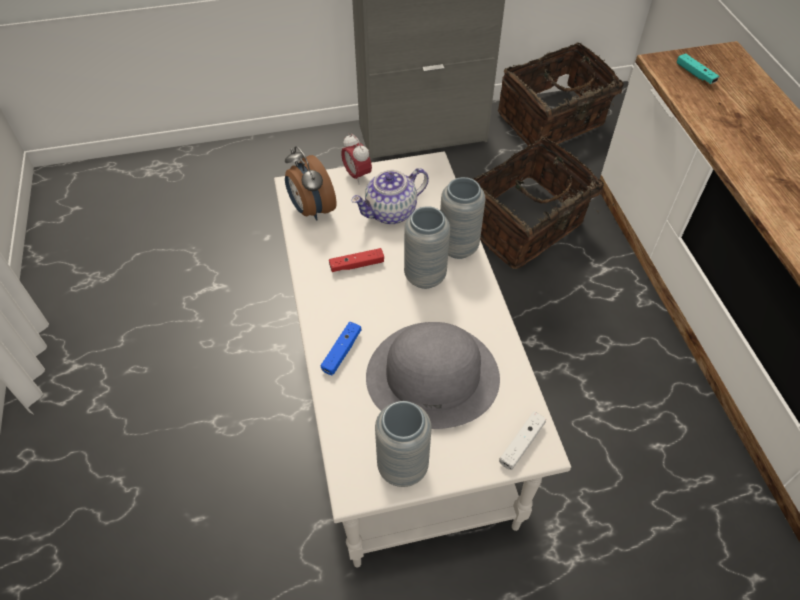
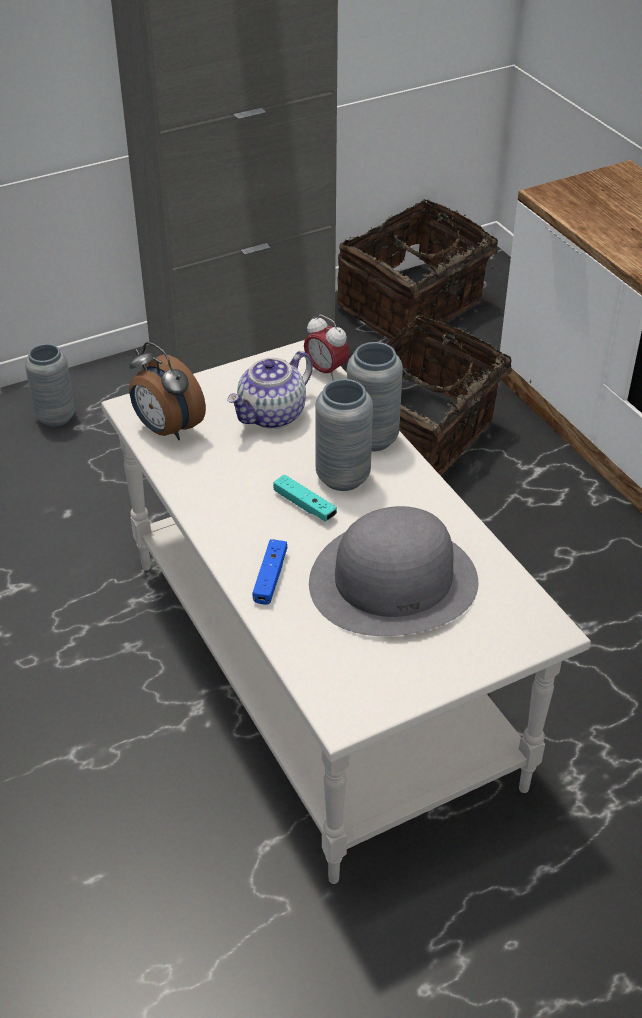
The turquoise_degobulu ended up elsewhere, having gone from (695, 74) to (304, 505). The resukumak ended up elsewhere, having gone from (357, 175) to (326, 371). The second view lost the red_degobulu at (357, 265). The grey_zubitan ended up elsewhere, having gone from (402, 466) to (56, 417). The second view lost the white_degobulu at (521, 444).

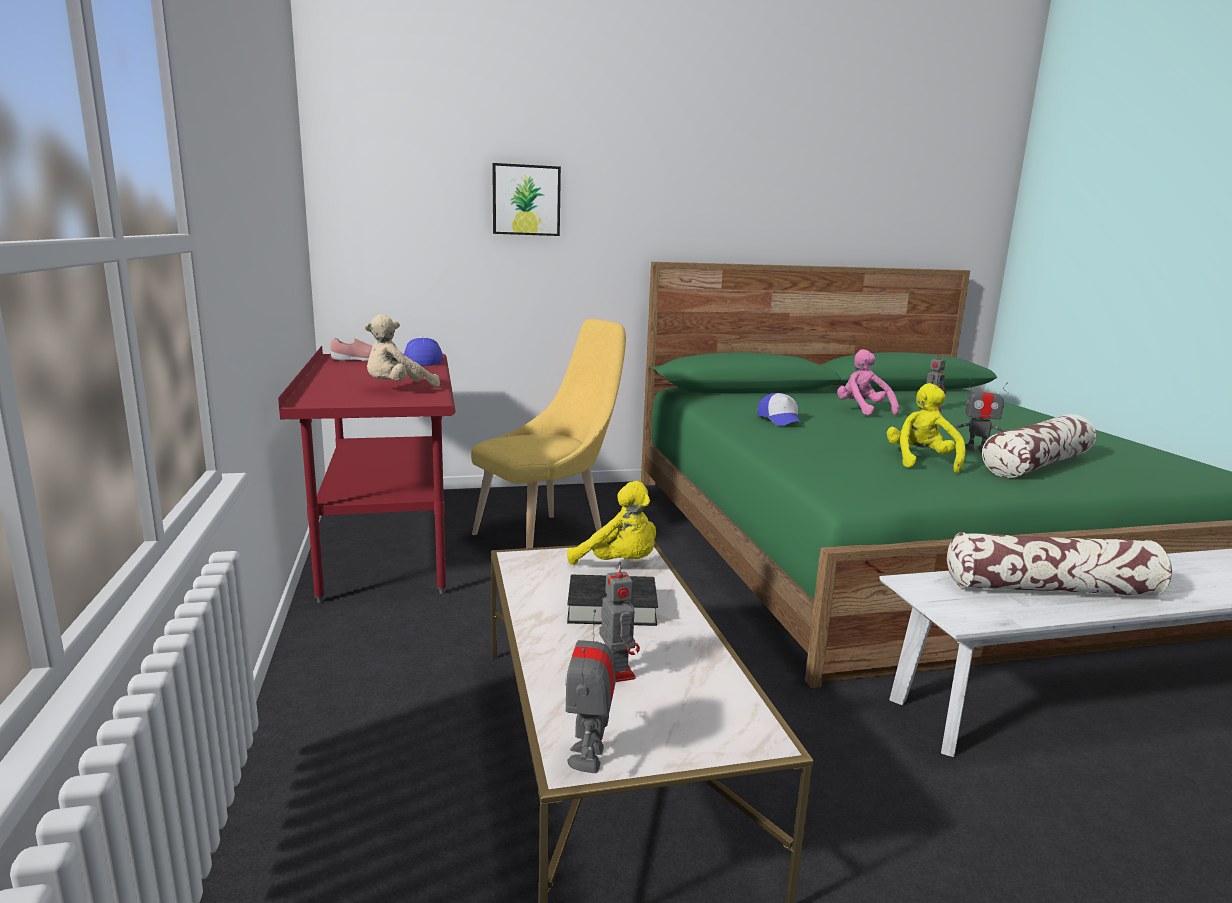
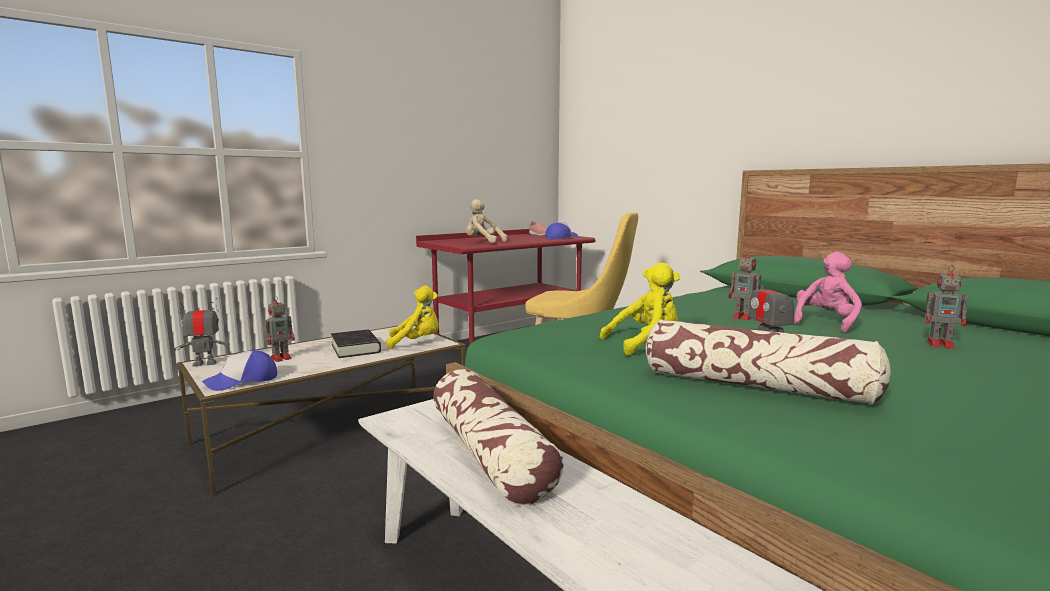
The second view lost the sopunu at (526, 200). The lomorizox ended up elsewhere, having gone from (781, 420) to (242, 381). The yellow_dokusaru at (619, 564) ended up facing another way, 105 degrees counterclockwise from before. The second view gained the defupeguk at (744, 317).

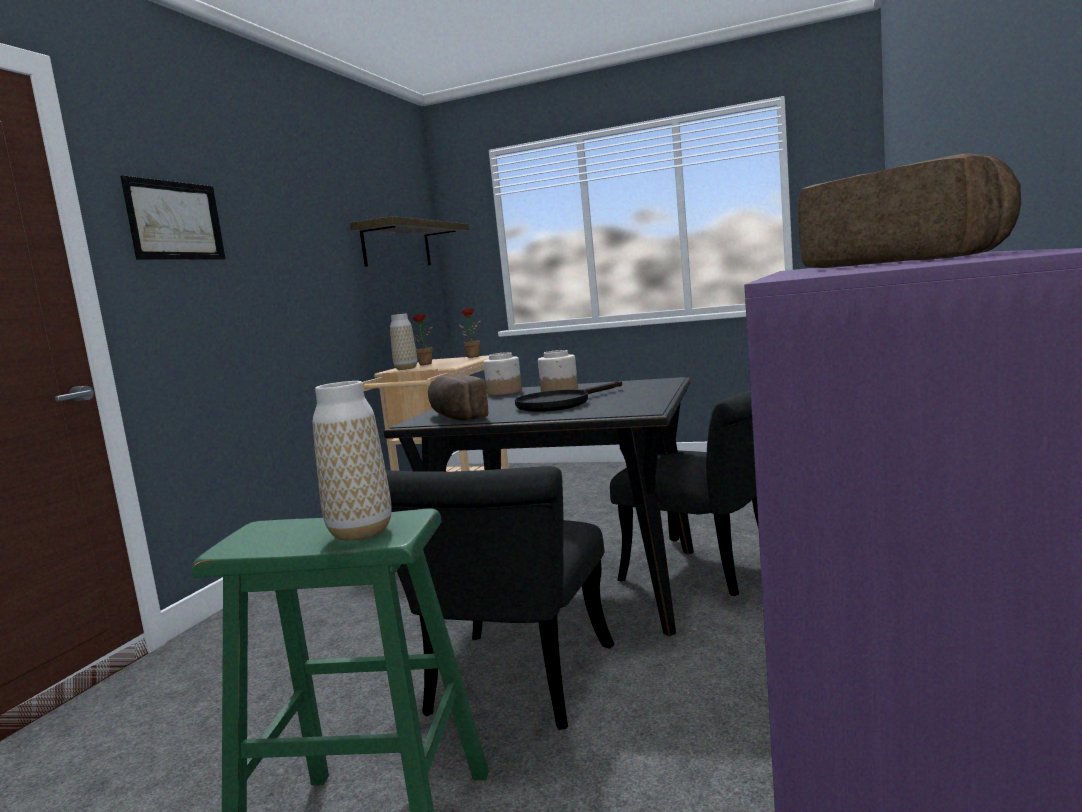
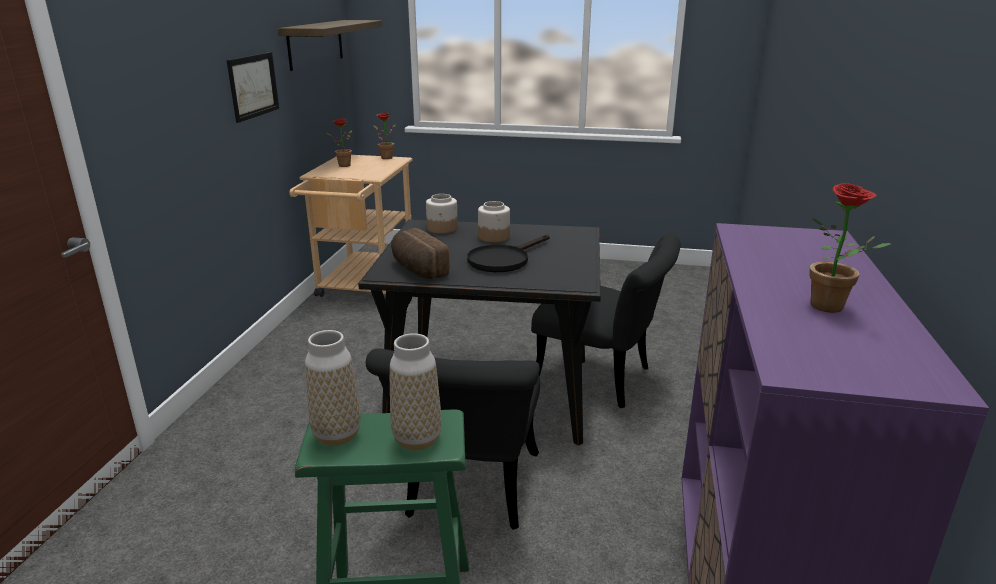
Where the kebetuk stood at (906, 261), the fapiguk came to stand at (833, 308). The sopunu ended up elsewhere, having gone from (175, 221) to (253, 86). The zubitan ended up elsewhere, having gone from (406, 368) to (337, 435).

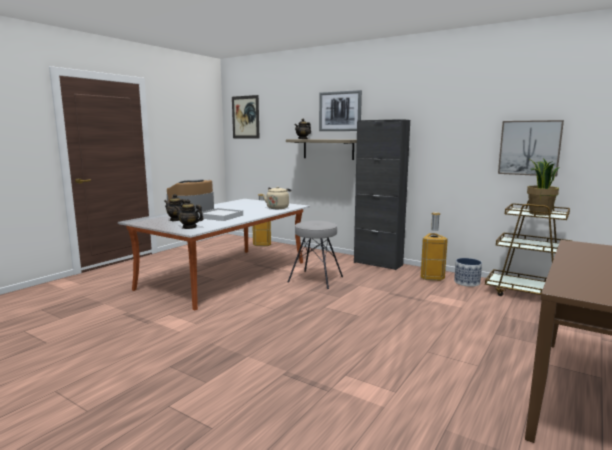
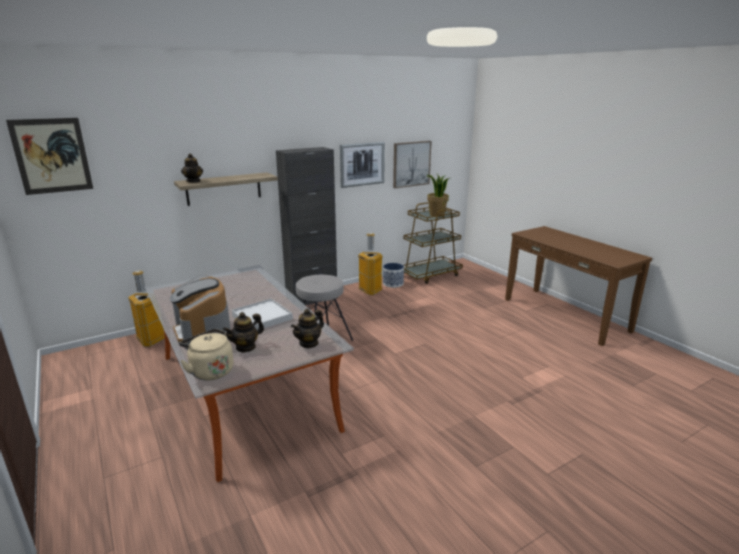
The sopunu ended up elsewhere, having gone from (340, 111) to (362, 164). The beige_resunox ended up elsewhere, having gone from (278, 208) to (210, 371).

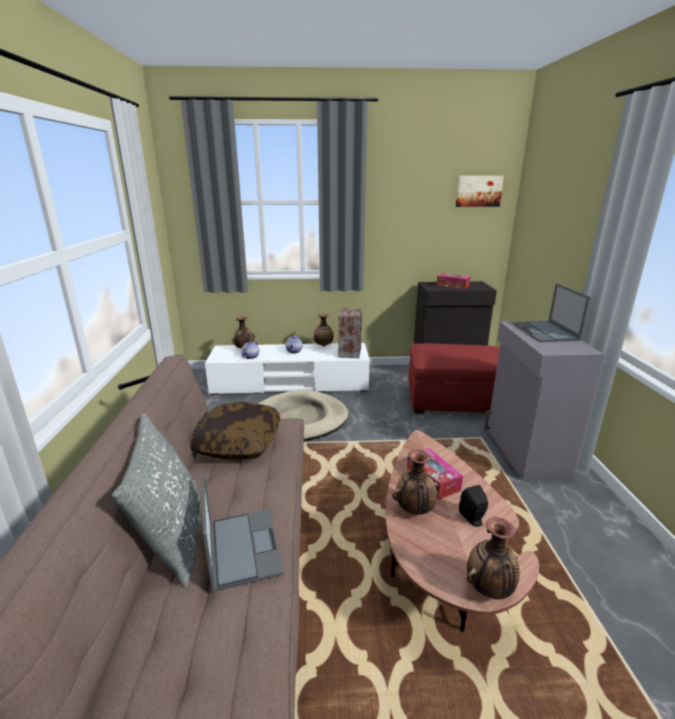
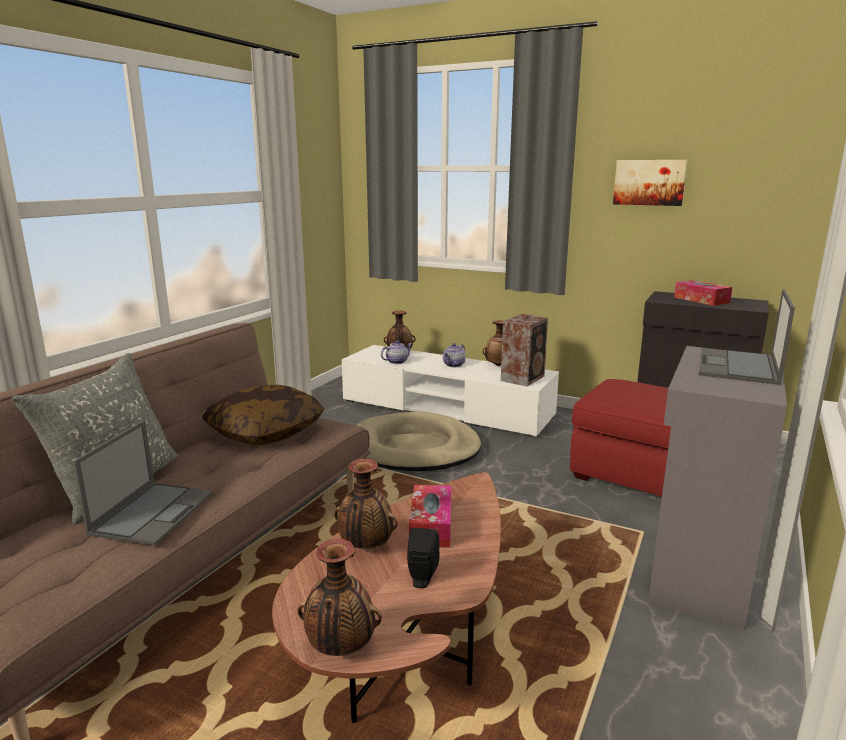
The sopunu ended up elsewhere, having gone from (478, 191) to (649, 182).

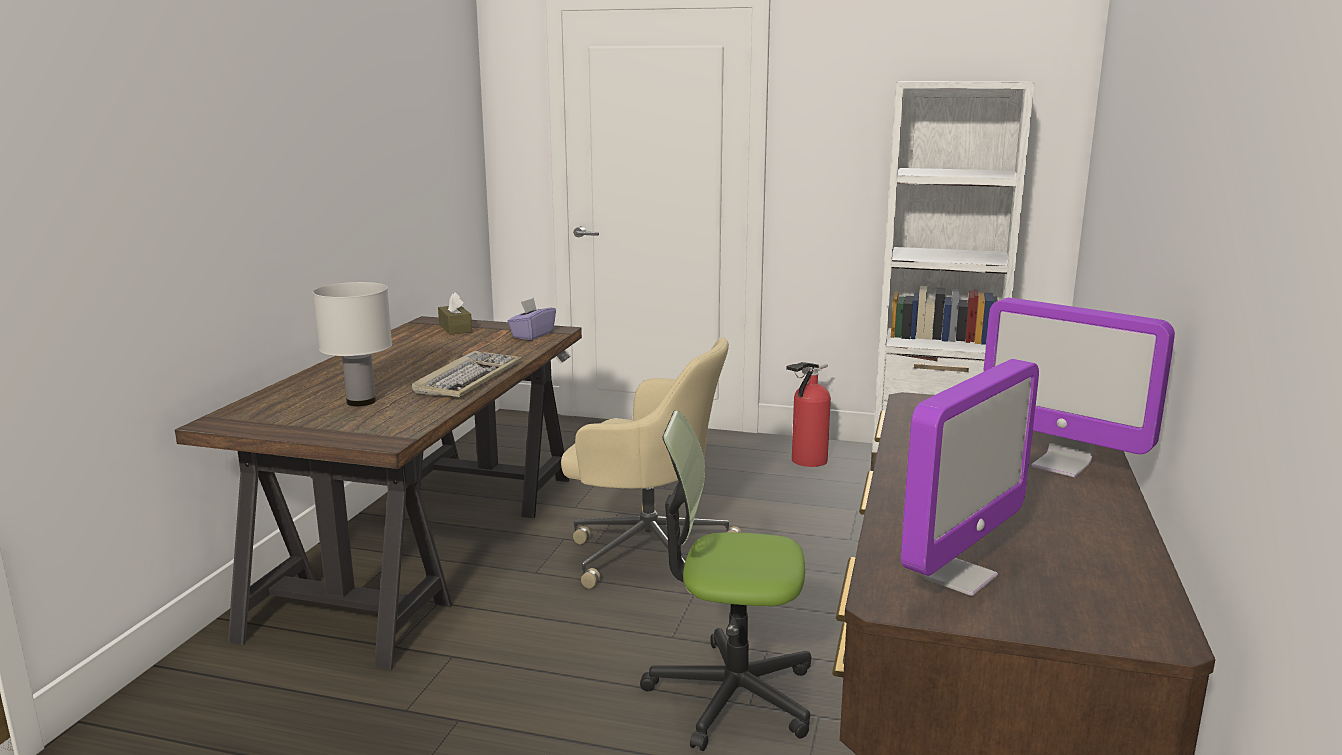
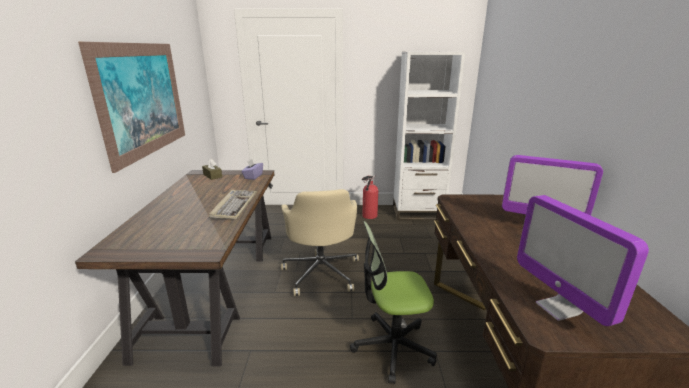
The second view lost the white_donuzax at (362, 401). The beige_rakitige at (647, 552) ended up facing another way, 75 degrees clockwise from before. The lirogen at (956, 576) ended up facing another way, 135 degrees clockwise from before. The second view gained the sopunu at (143, 99).

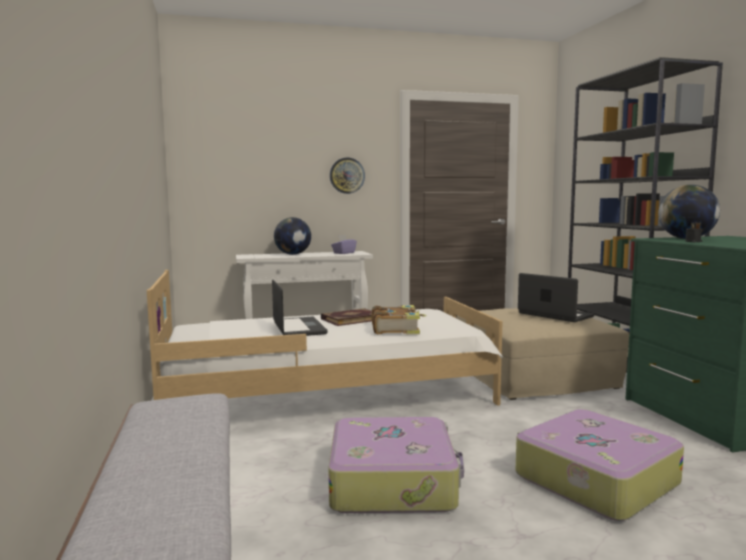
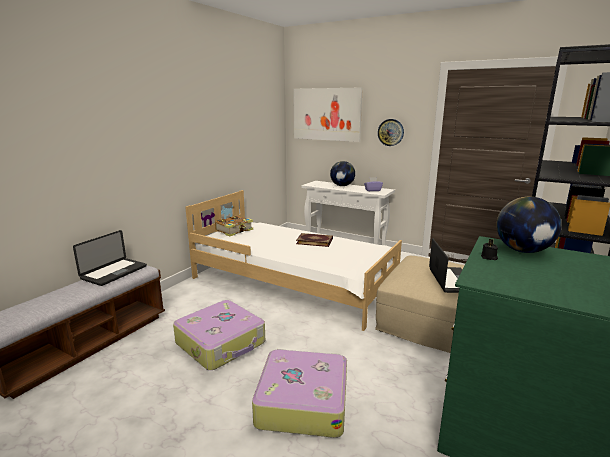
The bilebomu ended up elsewhere, having gone from (299, 328) to (114, 272). The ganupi ended up elsewhere, having gone from (396, 329) to (235, 230). The second view gained the sopunu at (326, 114).

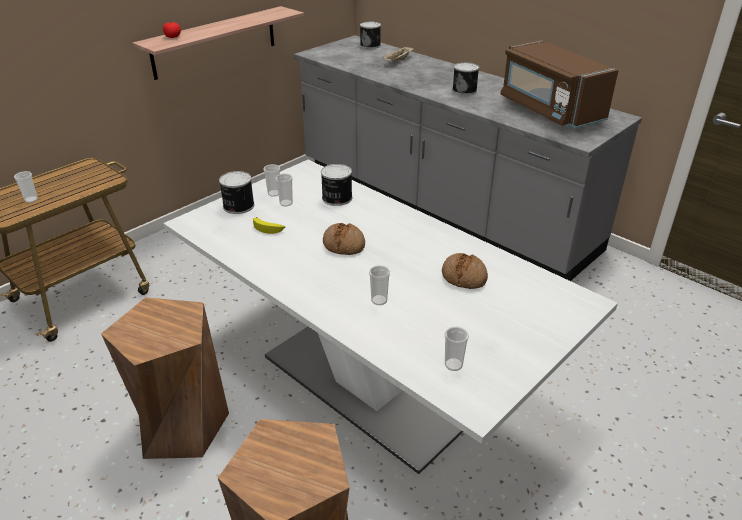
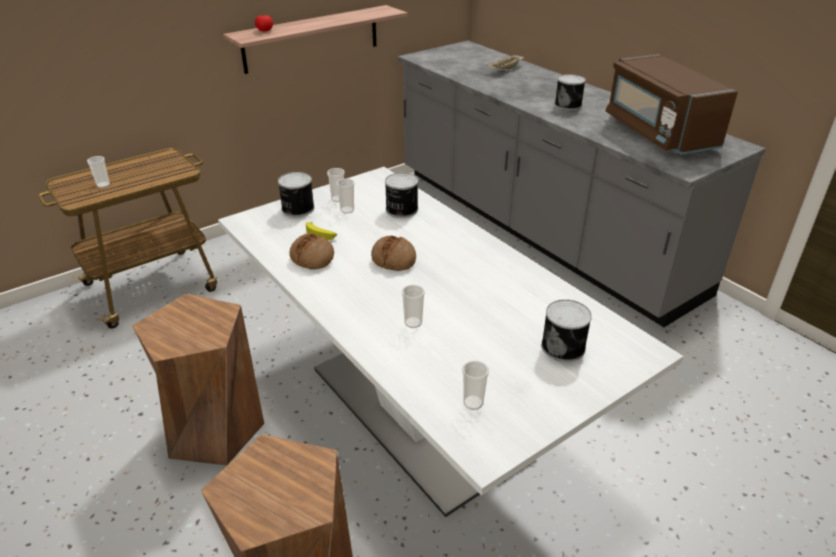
The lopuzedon ended up elsewhere, having gone from (370, 45) to (564, 346). The kebetuk ended up elsewhere, having gone from (464, 277) to (312, 258).

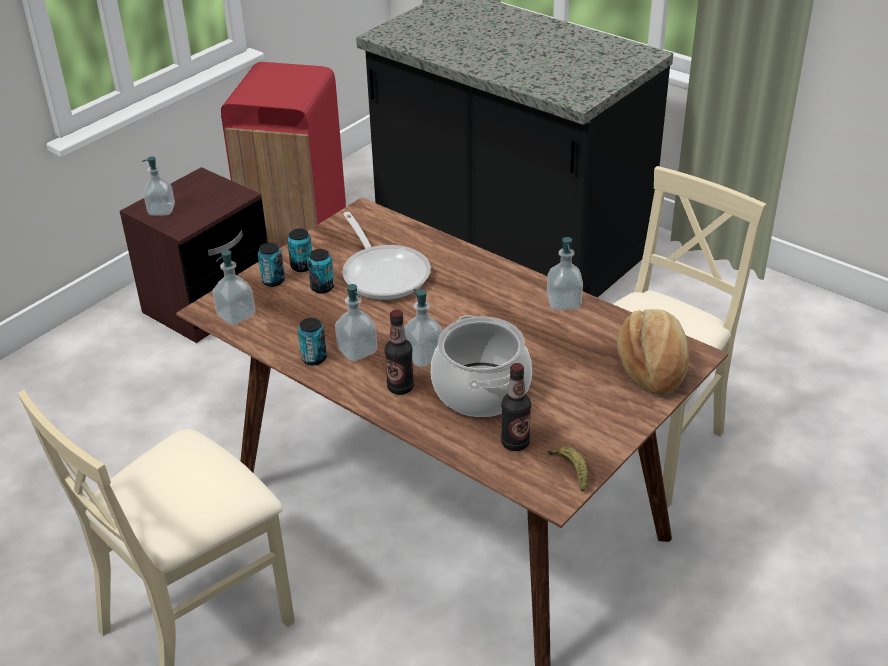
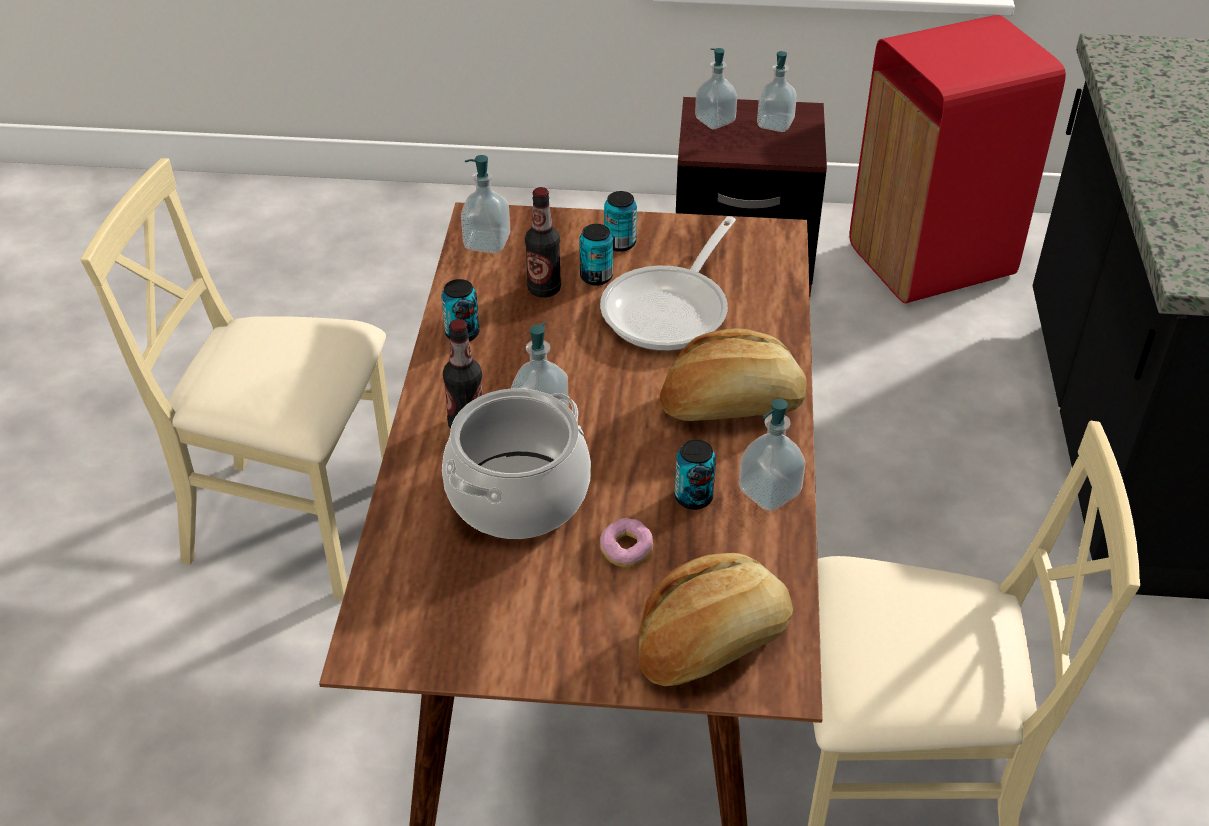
The lopuzedon ended up elsewhere, having gone from (273, 281) to (693, 497). The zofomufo ended up elsewhere, having gone from (357, 351) to (775, 124). The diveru ended up elsewhere, having gone from (515, 443) to (544, 289). The second view lost the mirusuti at (571, 471). The second view gained the kebetuk at (731, 405). The second view gained the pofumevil at (626, 551).

